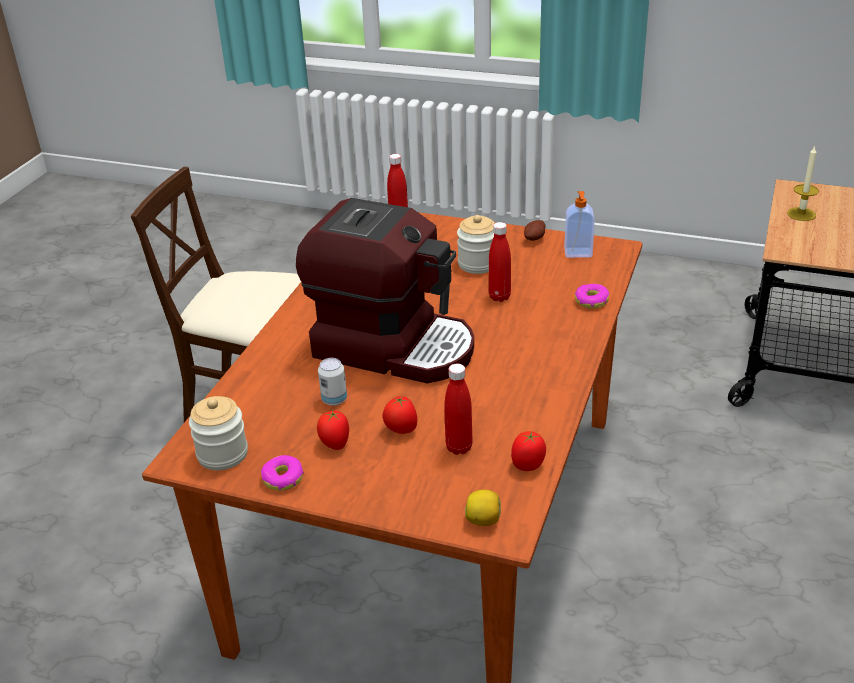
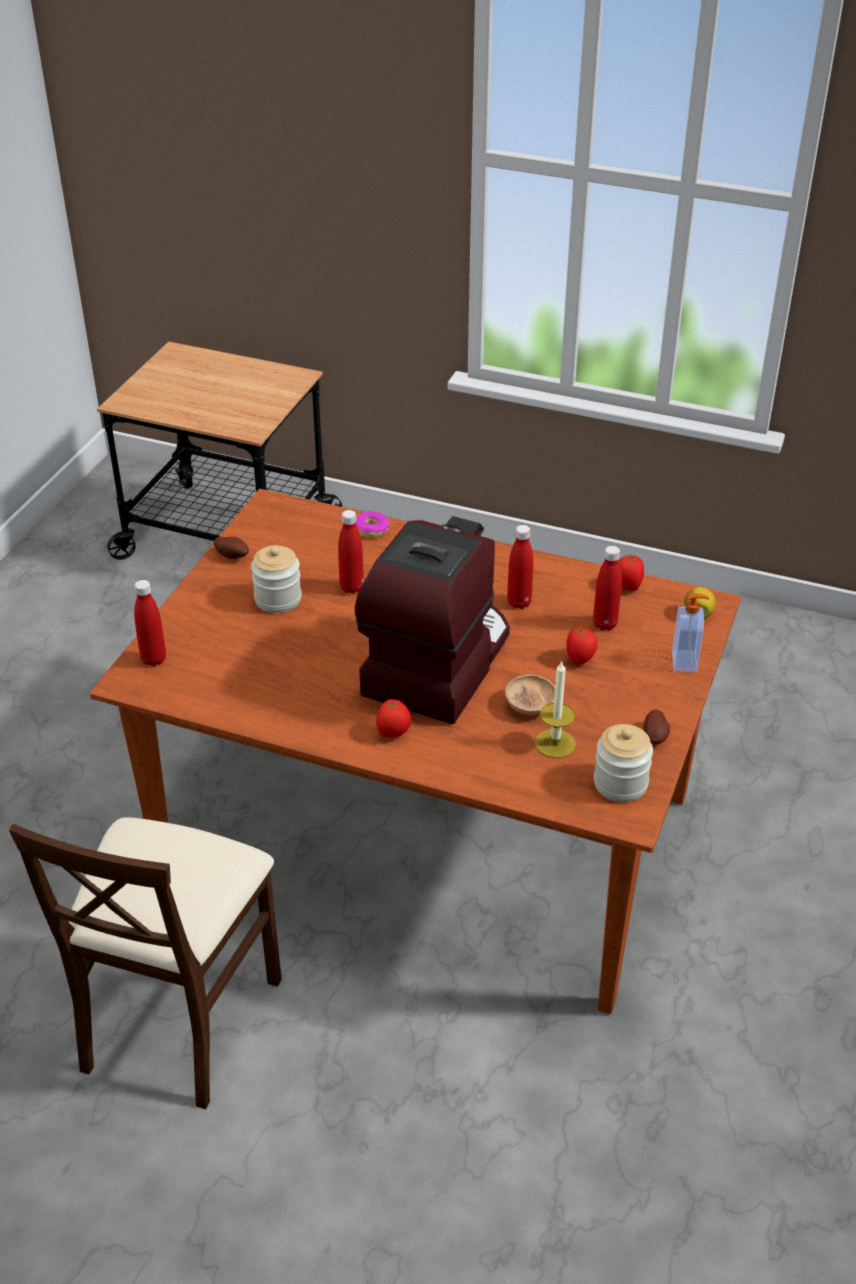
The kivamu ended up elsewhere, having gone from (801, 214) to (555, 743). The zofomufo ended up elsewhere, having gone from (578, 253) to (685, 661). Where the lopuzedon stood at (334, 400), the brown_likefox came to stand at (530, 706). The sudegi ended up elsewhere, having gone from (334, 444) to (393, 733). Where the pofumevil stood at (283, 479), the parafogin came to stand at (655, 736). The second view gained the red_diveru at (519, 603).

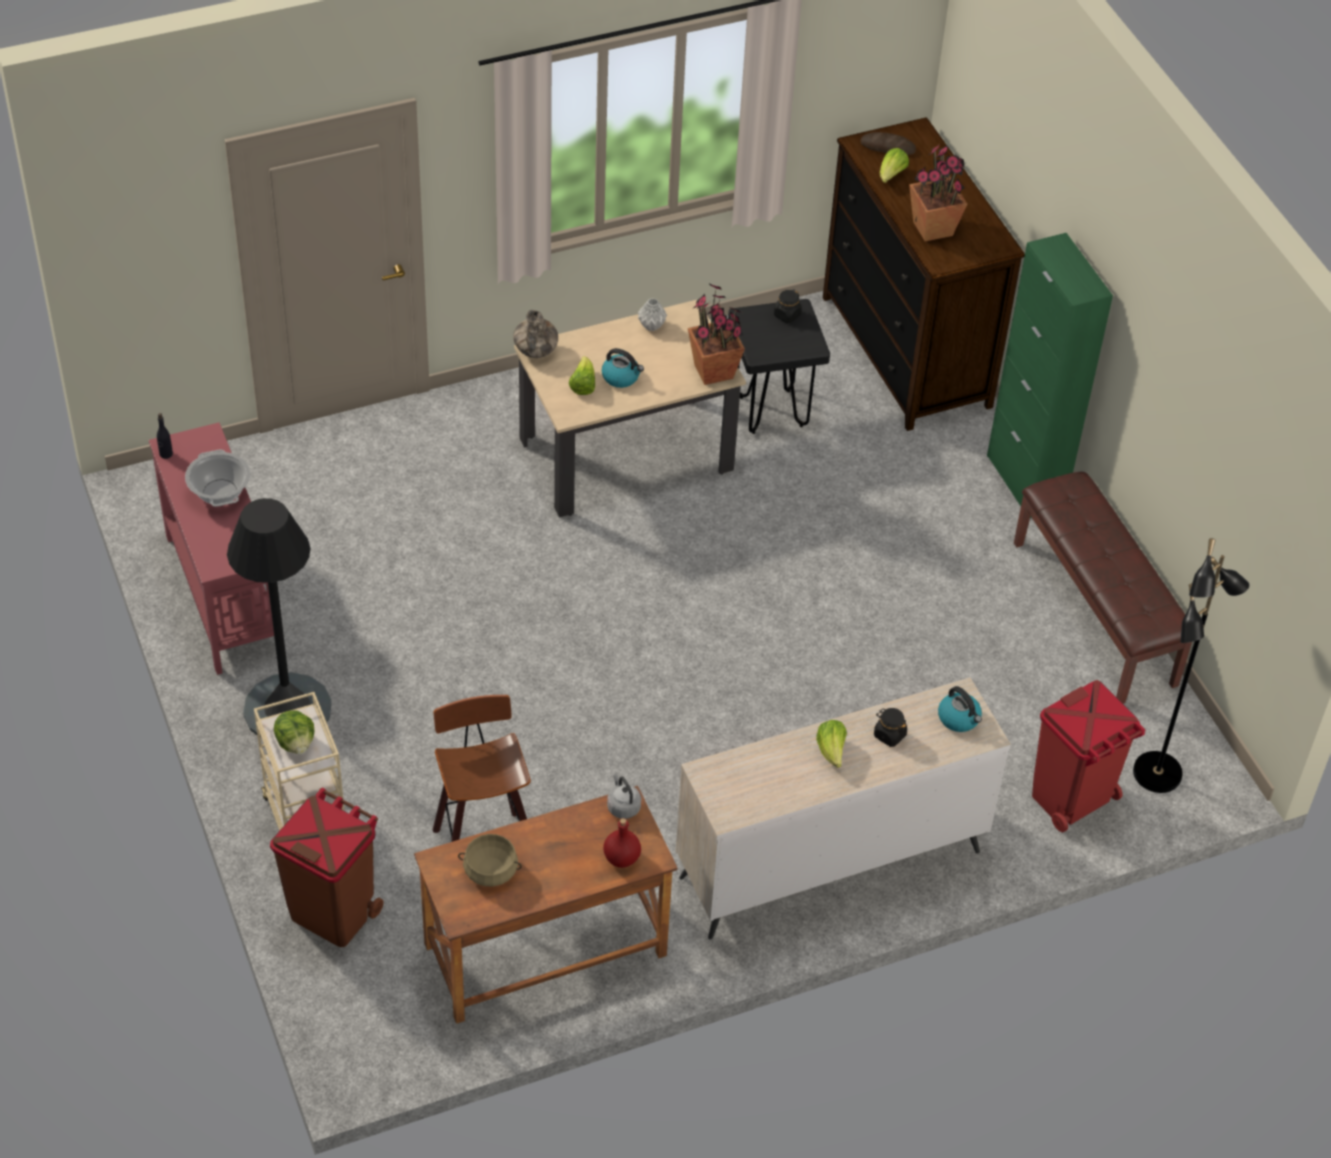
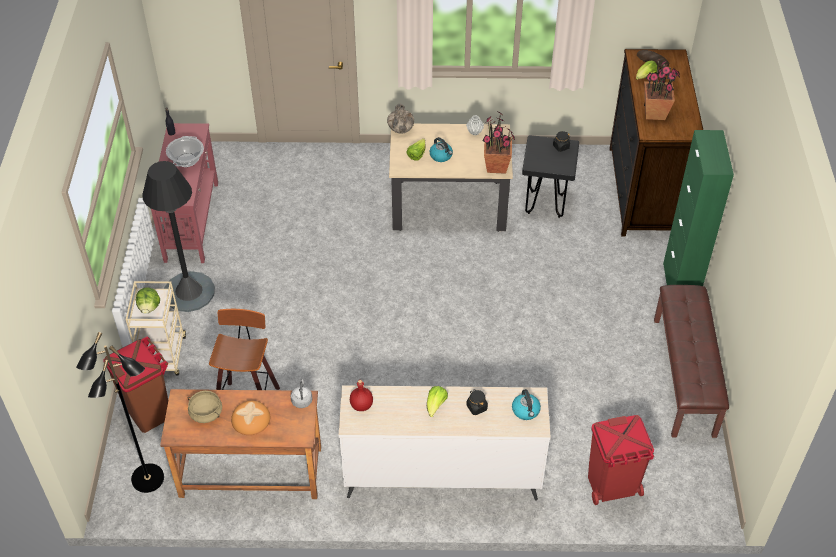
The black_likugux ended up elsewhere, having gone from (1158, 774) to (148, 480). The red_diveru ended up elsewhere, having gone from (621, 858) to (361, 405). The second view gained the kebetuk at (250, 420).

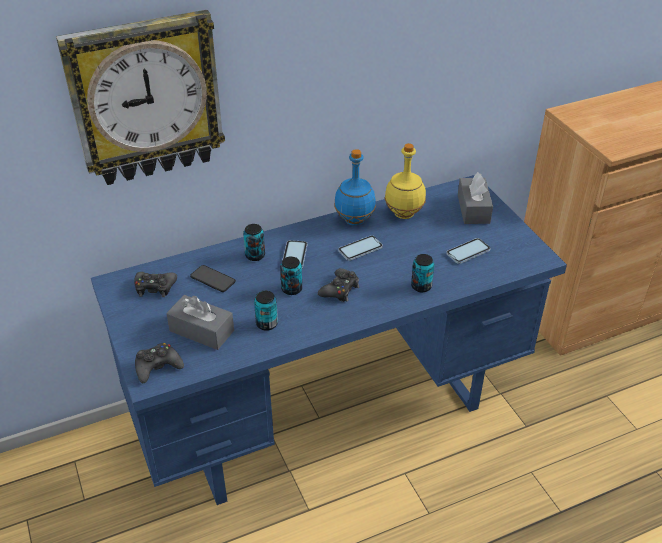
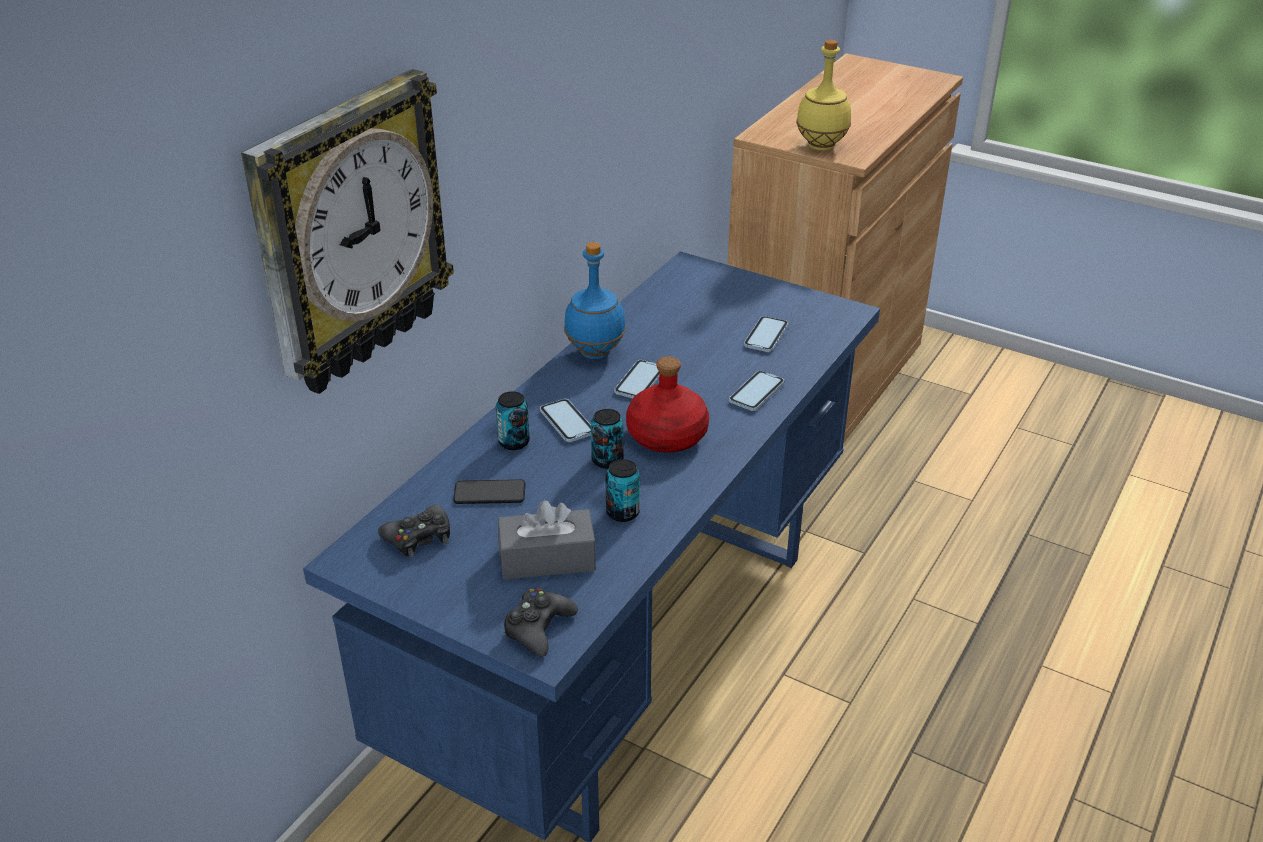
The yellow_diveru ended up elsewhere, having gone from (403, 213) to (820, 146). The second view lost the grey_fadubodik at (473, 209). Where the lopuzedon stood at (421, 286), the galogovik came to stand at (756, 392). Where the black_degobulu stood at (340, 290), the red_diveru came to stand at (668, 436).

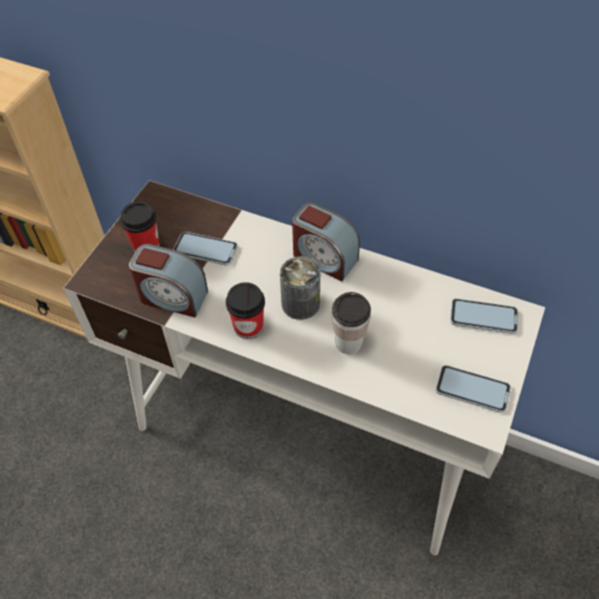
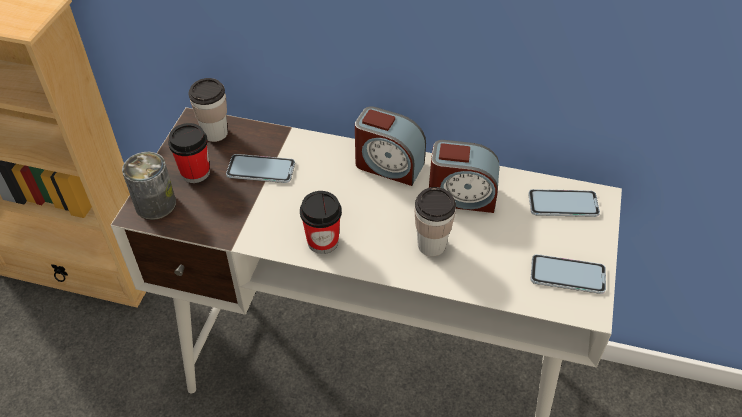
The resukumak ended up elsewhere, having gone from (172, 297) to (461, 196). The lopuzedon ended up elsewhere, having gone from (300, 304) to (155, 204). The second view gained the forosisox at (215, 133).

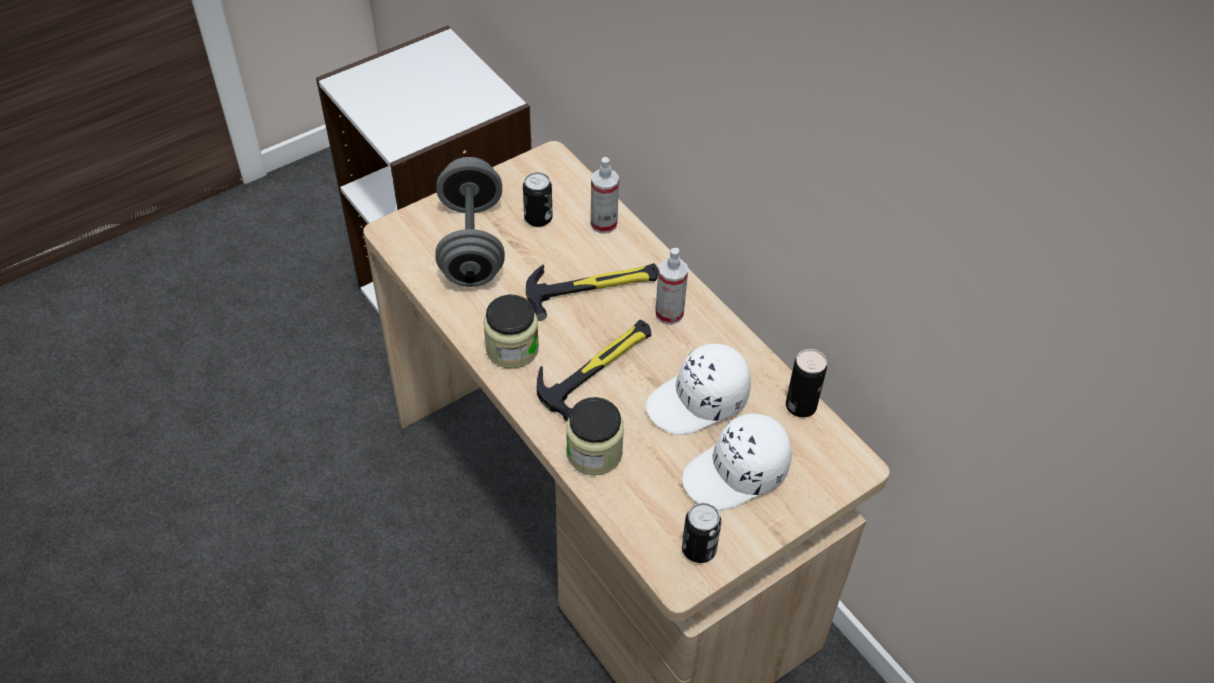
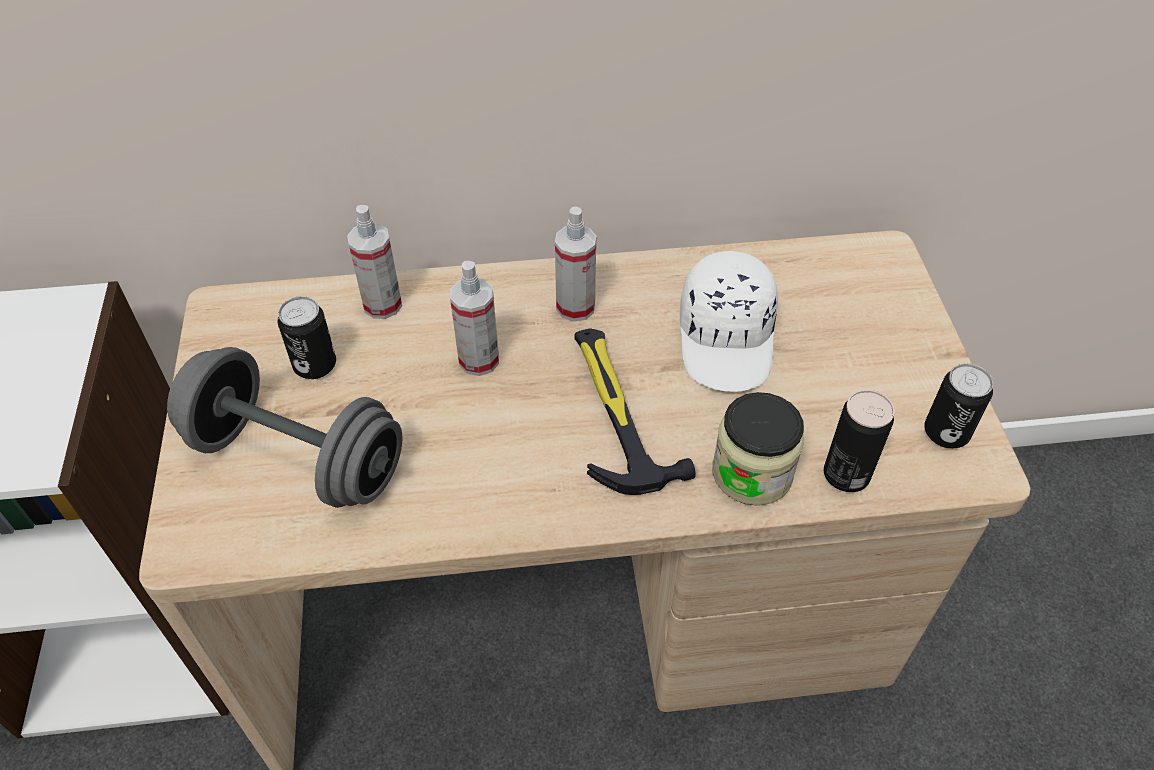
Where the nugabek stood at (592, 287), the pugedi came to stand at (479, 360). The second view lost the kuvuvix at (512, 349). The lopuzedon ended up elsewhere, having gone from (801, 406) to (846, 474). The second view lost the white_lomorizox at (737, 474).

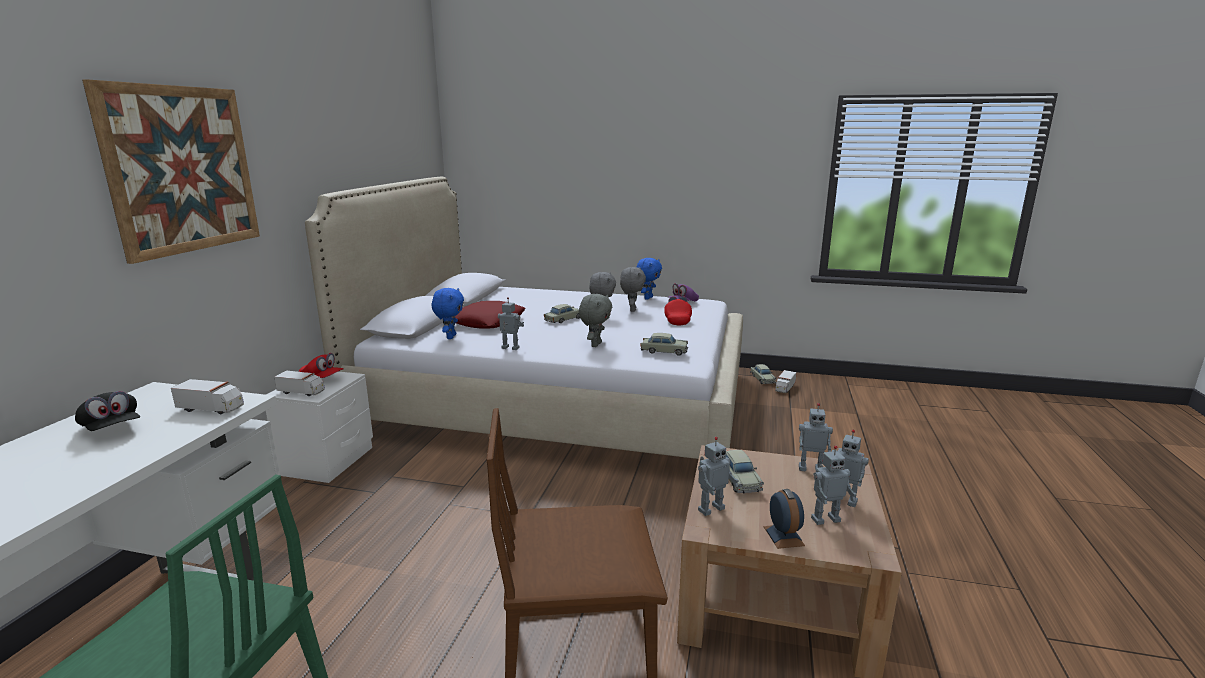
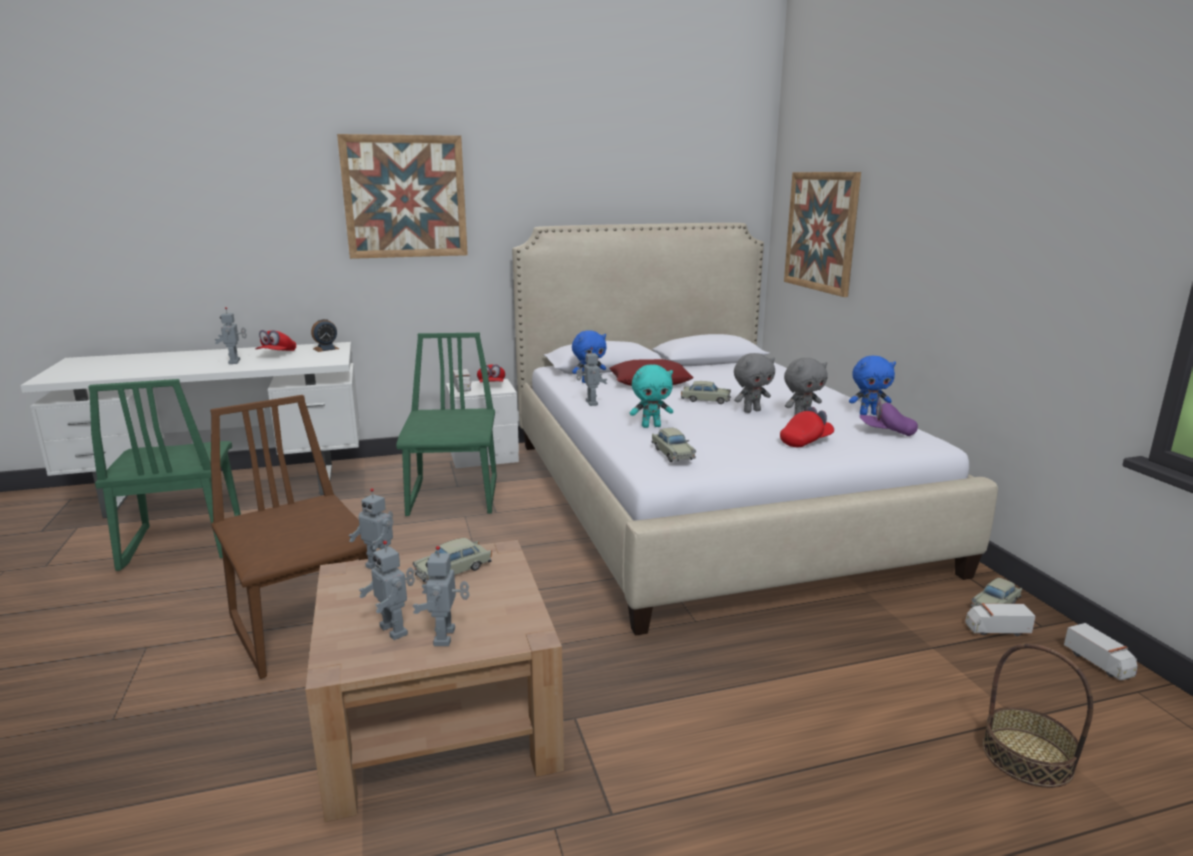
What was the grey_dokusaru at (595, 344) turned into the turquoise_dokusaru at (651, 426). The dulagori ended up elsewhere, having gone from (211, 409) to (1098, 663). What was the black_lomorizox at (112, 429) turned into the red_lomorizox at (277, 354). The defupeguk ended up elsewhere, having gone from (810, 468) to (235, 362). The resukumak ended up elsewhere, having gone from (783, 536) to (326, 348). The second view gained the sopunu at (820, 231). The second view gained the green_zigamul at (455, 497). The second view gained the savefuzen at (1027, 757).

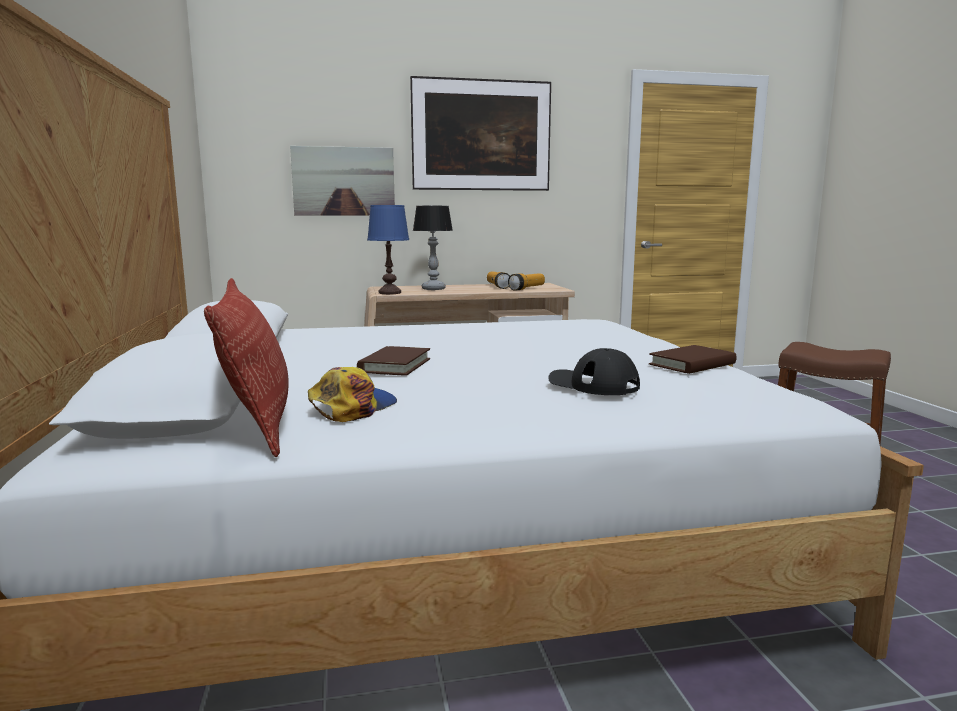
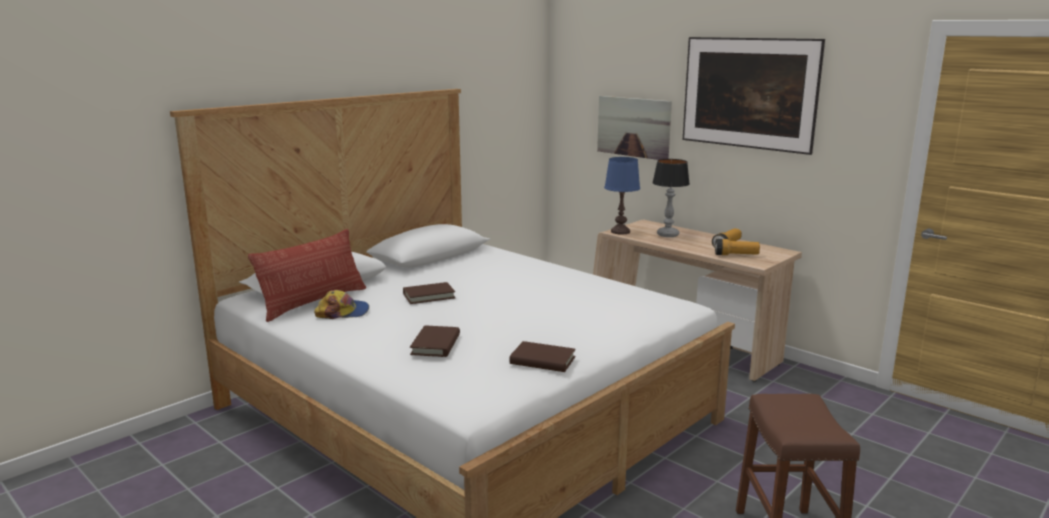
Where the black_lomorizox stood at (593, 384), the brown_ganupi came to stand at (435, 344).

